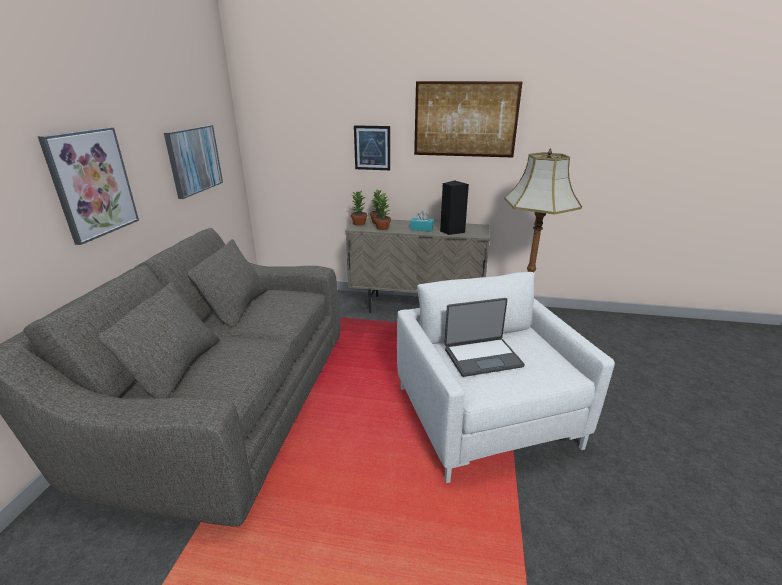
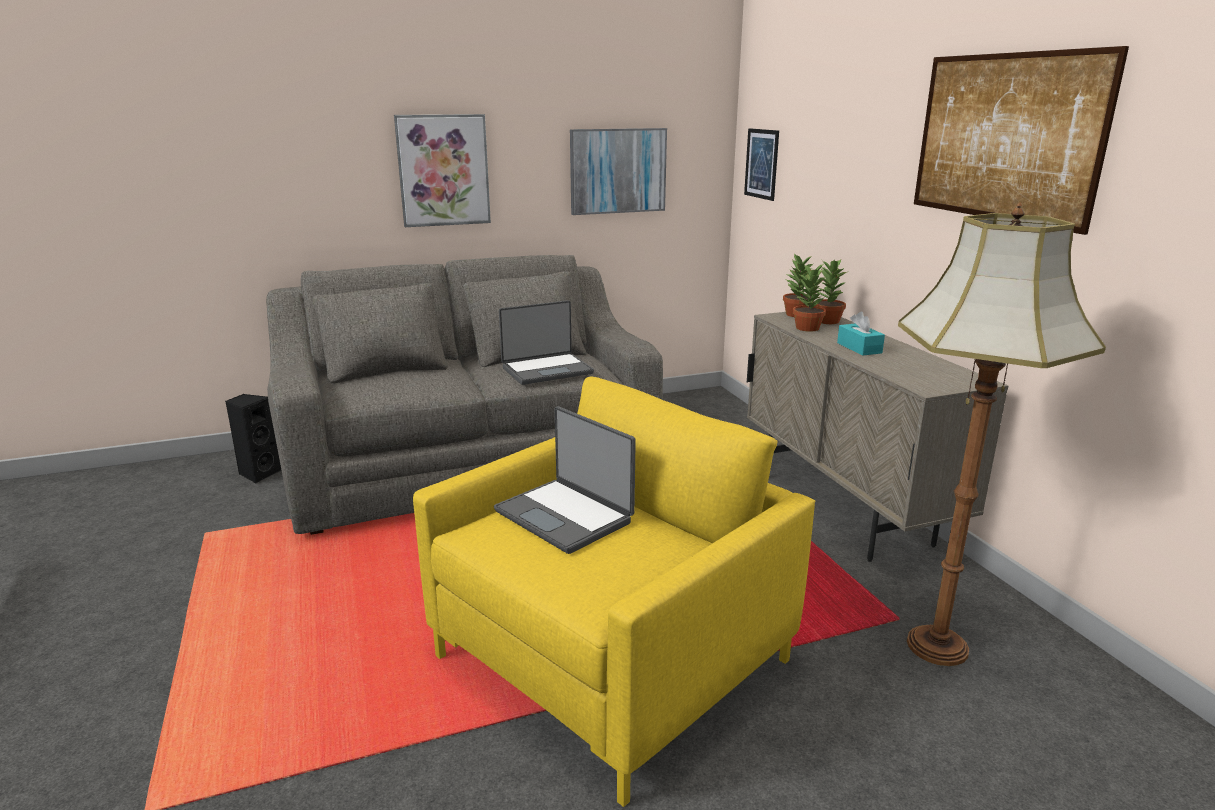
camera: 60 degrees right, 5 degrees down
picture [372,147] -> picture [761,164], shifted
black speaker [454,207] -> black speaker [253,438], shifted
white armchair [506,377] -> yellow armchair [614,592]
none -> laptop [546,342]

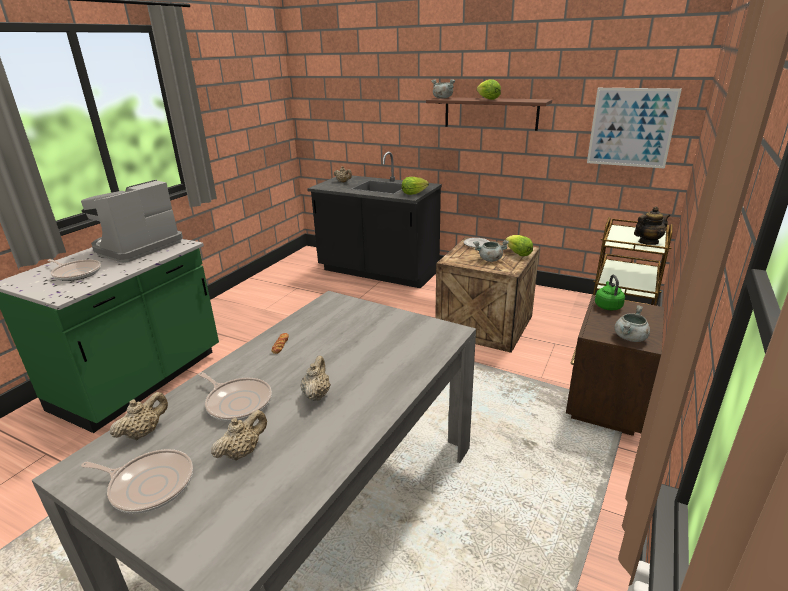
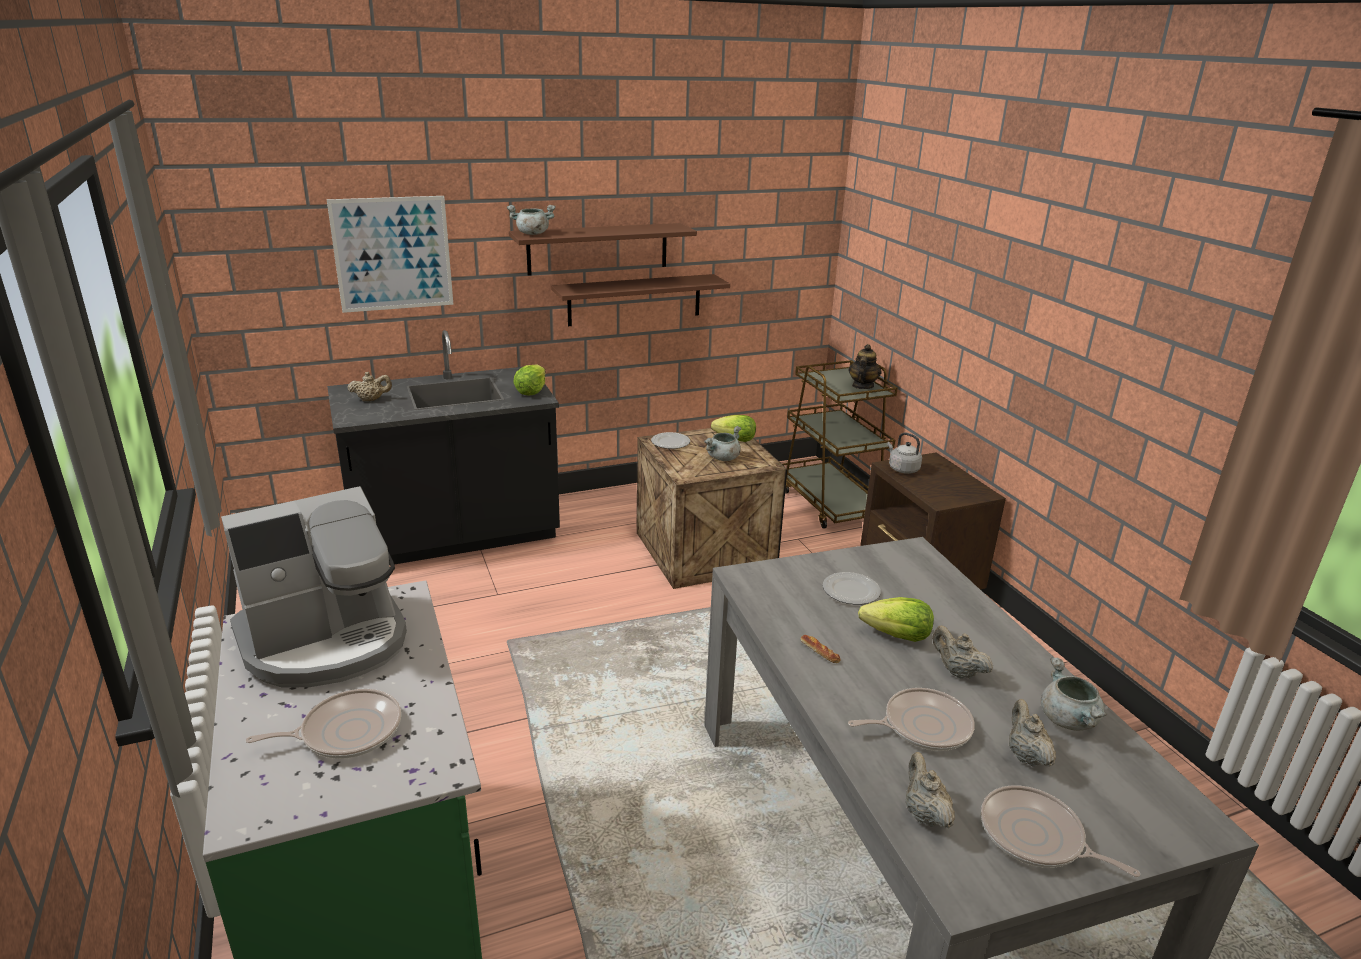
camera: 50 degrees left, 0 degrees up
lettuce [489,89] -> lettuce [896,619], shifted
picture [634,128] -> picture [390,254], shifted
coffee machine [132,221] -> coffee machine [314,587], 105 degrees counterclockwise
green kettle [610,292] -> grey kettle [904,453]
grey cooking pot [632,323] -> grey cooking pot [1074,694], shifted
frying pan [137,481] -> frying pan [1060,831], 105 degrees counterclockwise
none -> brown shelf [640,300]
none -> plate [852,588]

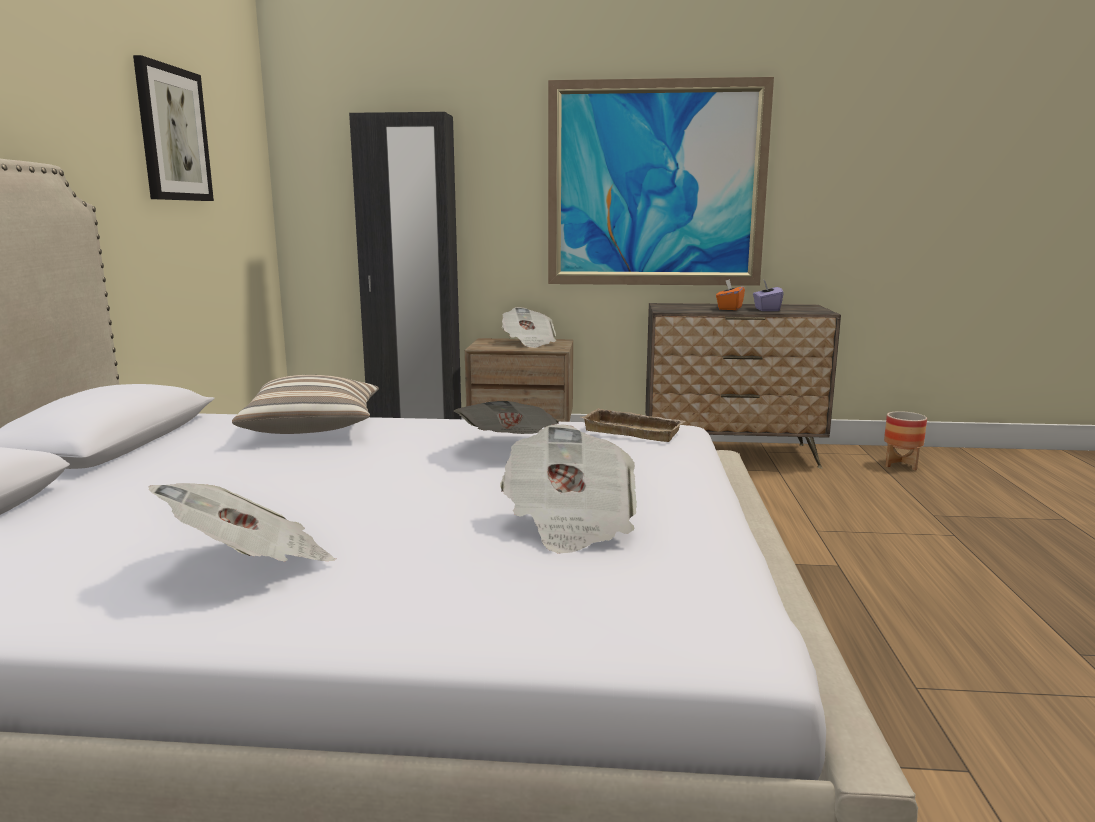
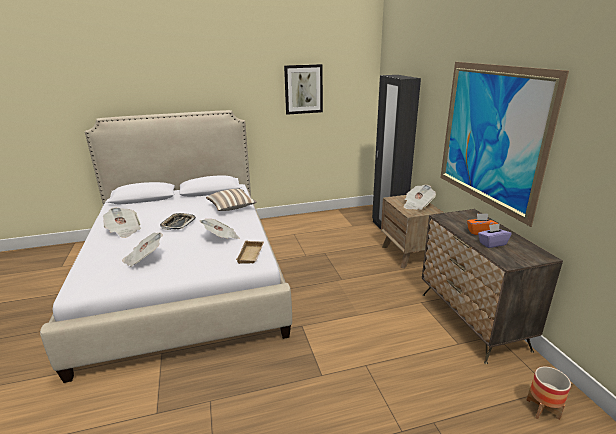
camera: 70 degrees right, 10 degrees up
none -> tray [178,221]

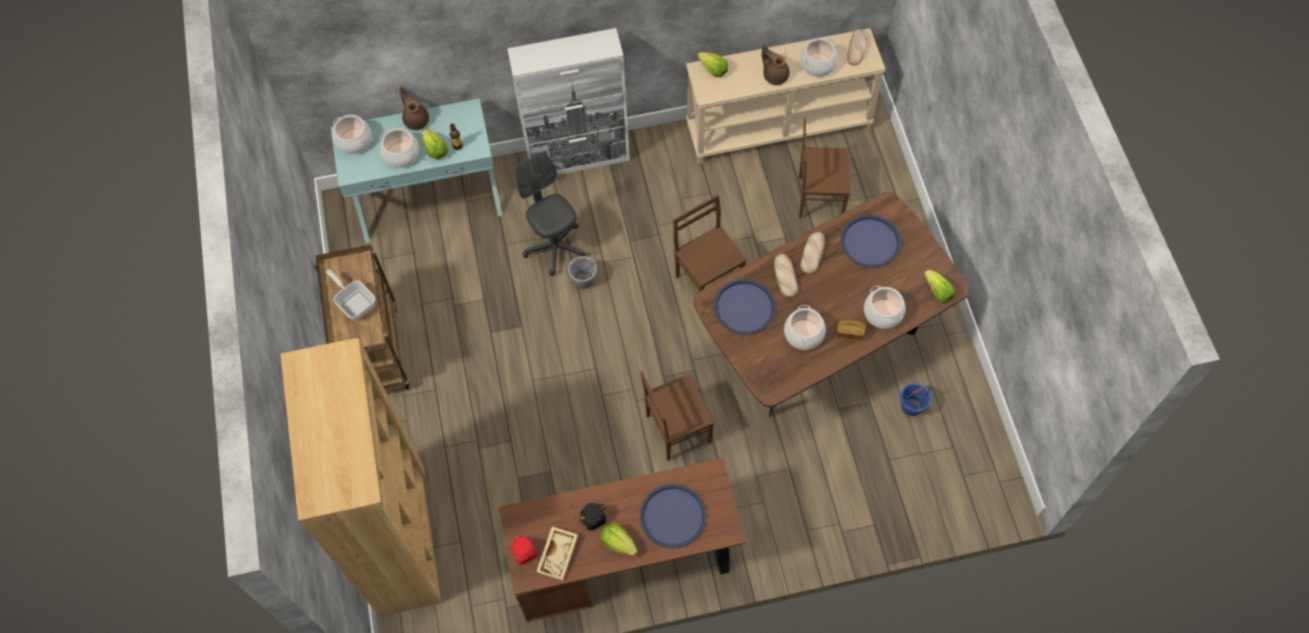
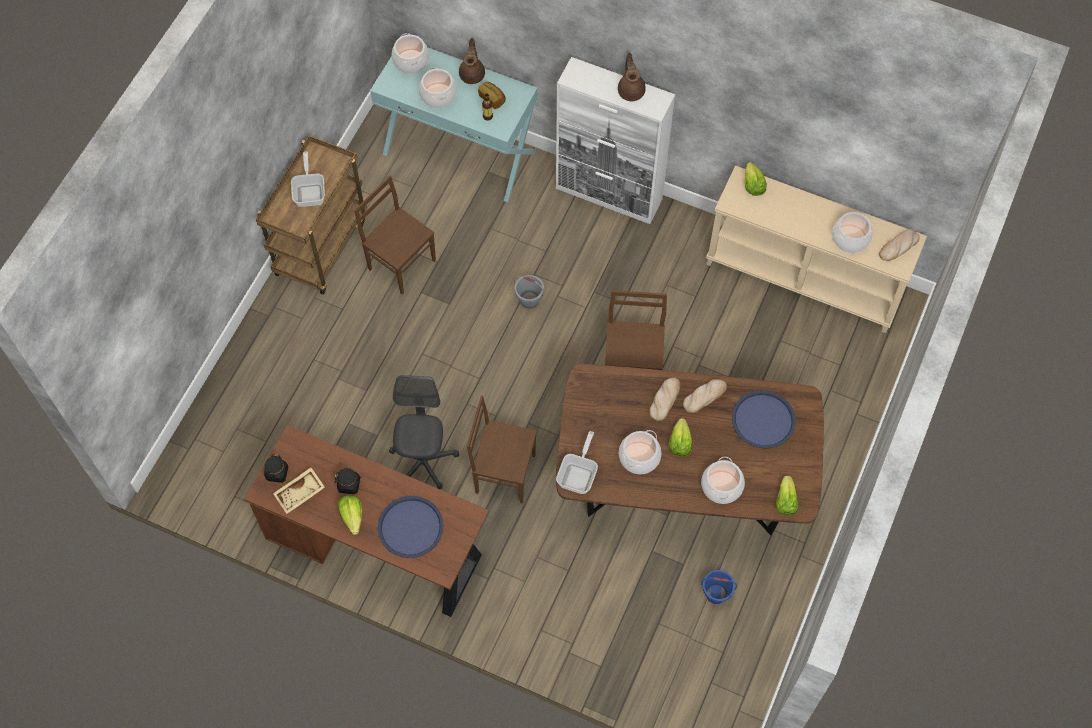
camera: 35 degrees right, 0 degrees up
brown teapot [776,64] -> brown teapot [632,76], shifted
brown chair [824,168] -> brown chair [395,235], shifted
lettuce [435,144] -> lettuce [680,437], shifted
grey office chair [550,214] -> grey office chair [424,432], shifted
blue tray [745,306] -> none
bread [851,329] -> bread [492,95], shifted
brown bookcase [361,477] -> none
red jar [524,550] -> black jar [276,468]
none -> frying pan [577,462]

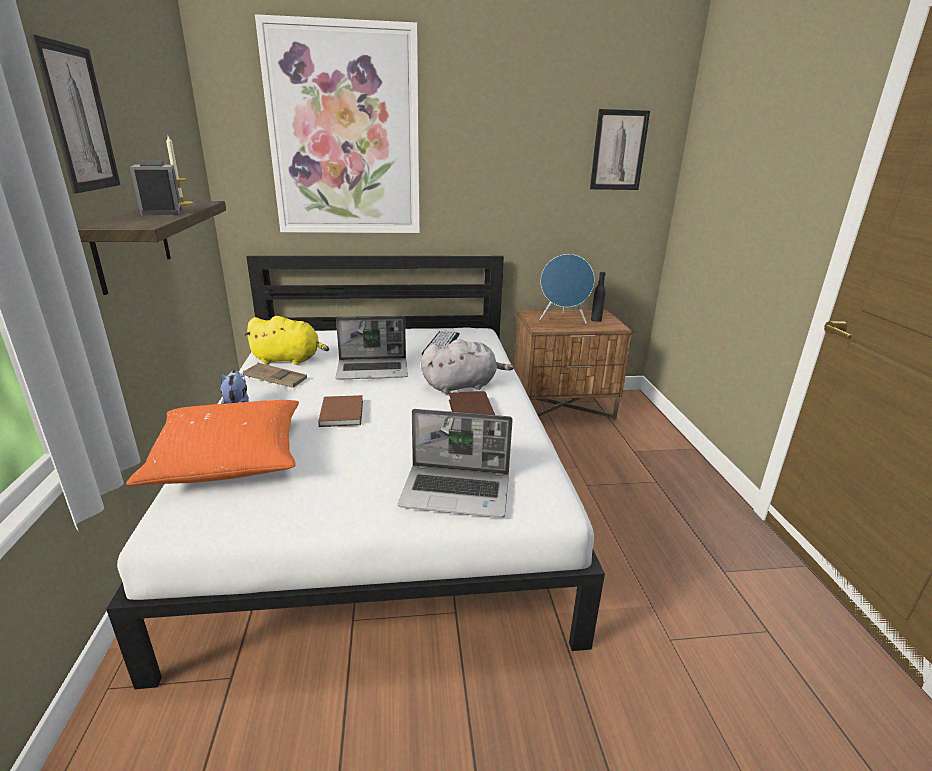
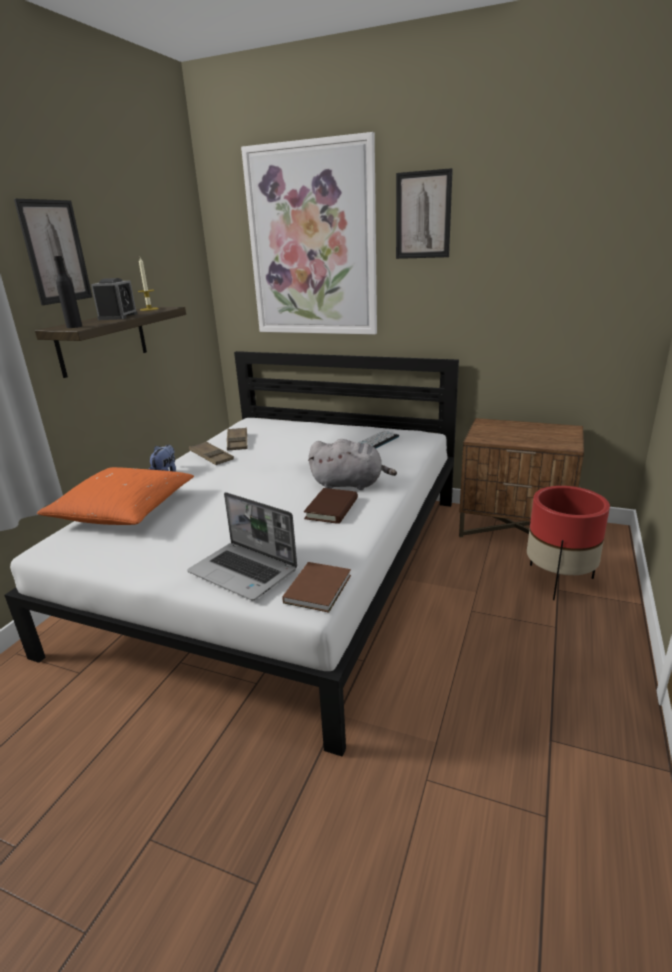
camera: 30 degrees right, 0 degrees up
picture [620,149] -> picture [424,213], shifted
blue speaker [566,289] -> none
black bottle [598,297] -> black bottle [68,292], shifted
yellow plush toy [286,340] -> brown tray [237,439]
laptop [372,347] -> none
brown book [340,411] -> brown book [316,587], shifted
none -> red planter [568,543]

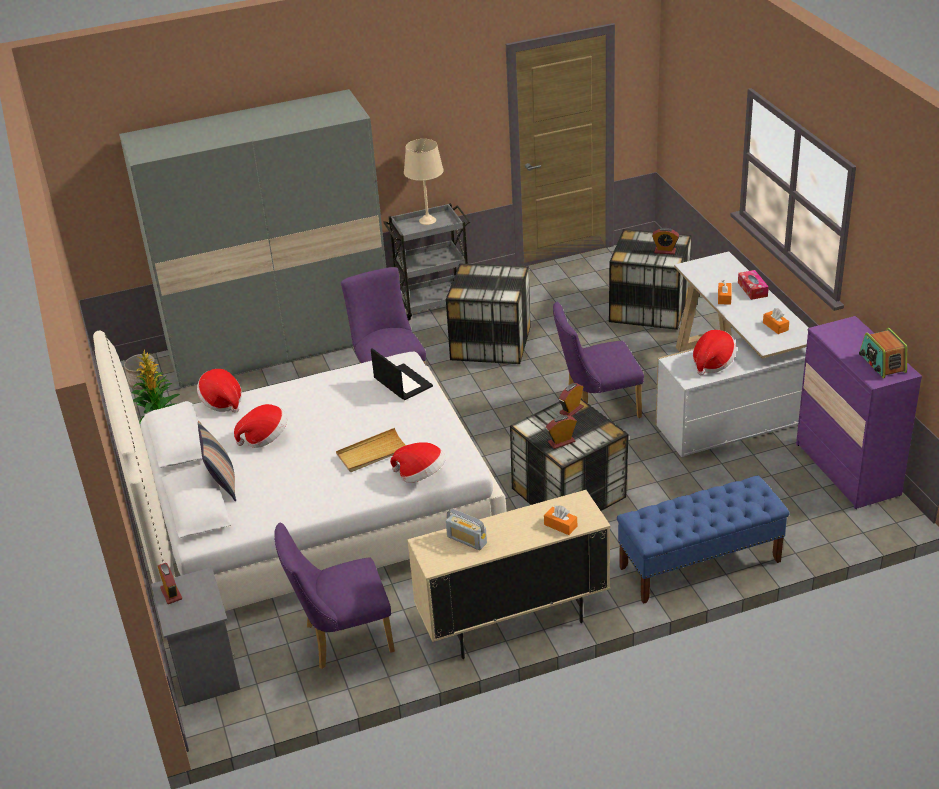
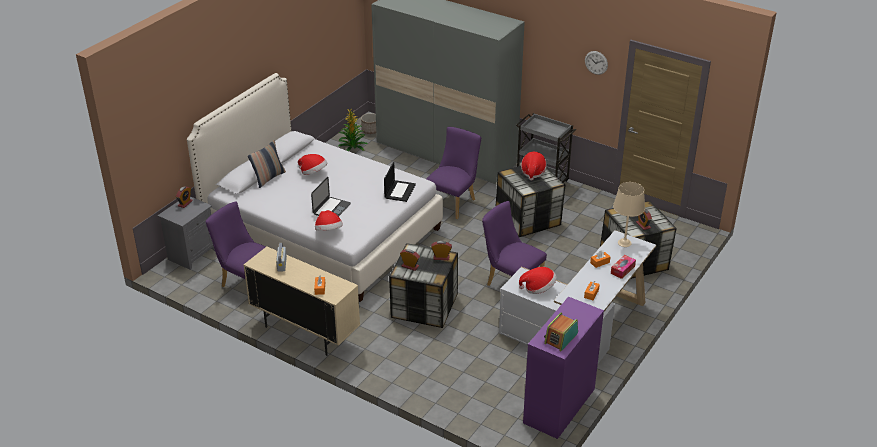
camera: 50 degrees right, 0 degrees up
beige table lamp [424,182] -> beige table lamp [629,214], shifted
hat [219,391] -> hat [534,166], shifted
beige tray [371,450] -> laptop [331,197]
blue bench [703,539] -> none
none -> wall clock [596,63]

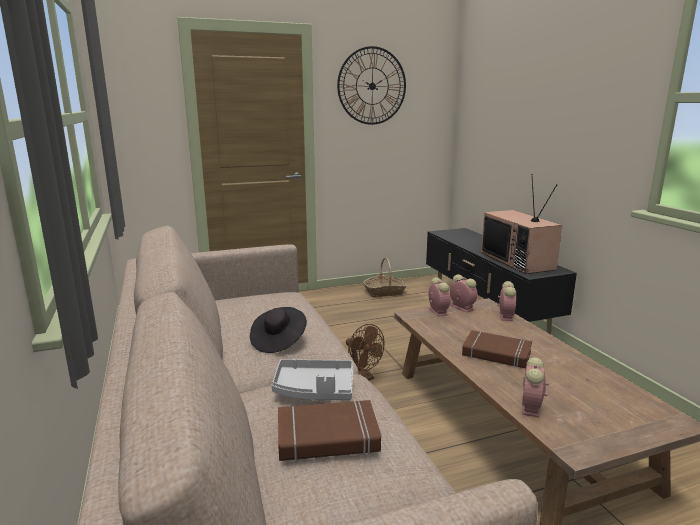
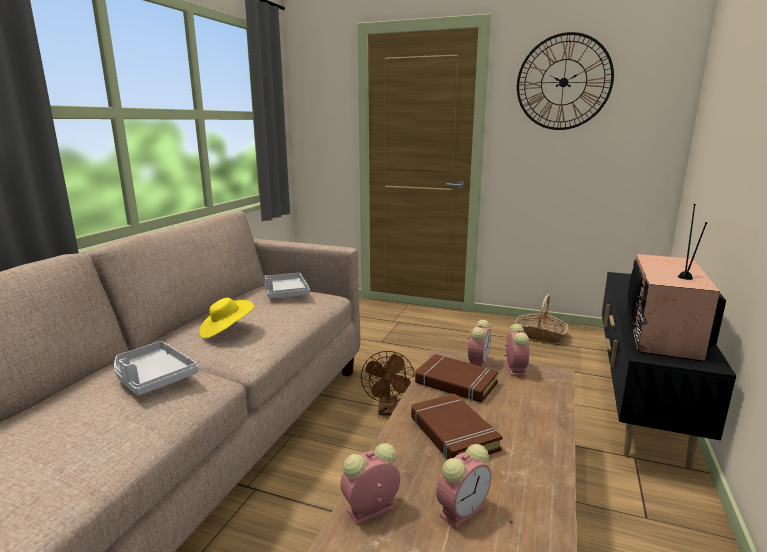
camera: 40 degrees right, 0 degrees up
alarm clock [506,301] -> alarm clock [463,486], shifted
black hat [278,330] -> yellow hat [226,318]
brown book [329,431] -> brown book [457,378], shifted
none -> grey tray [287,286]

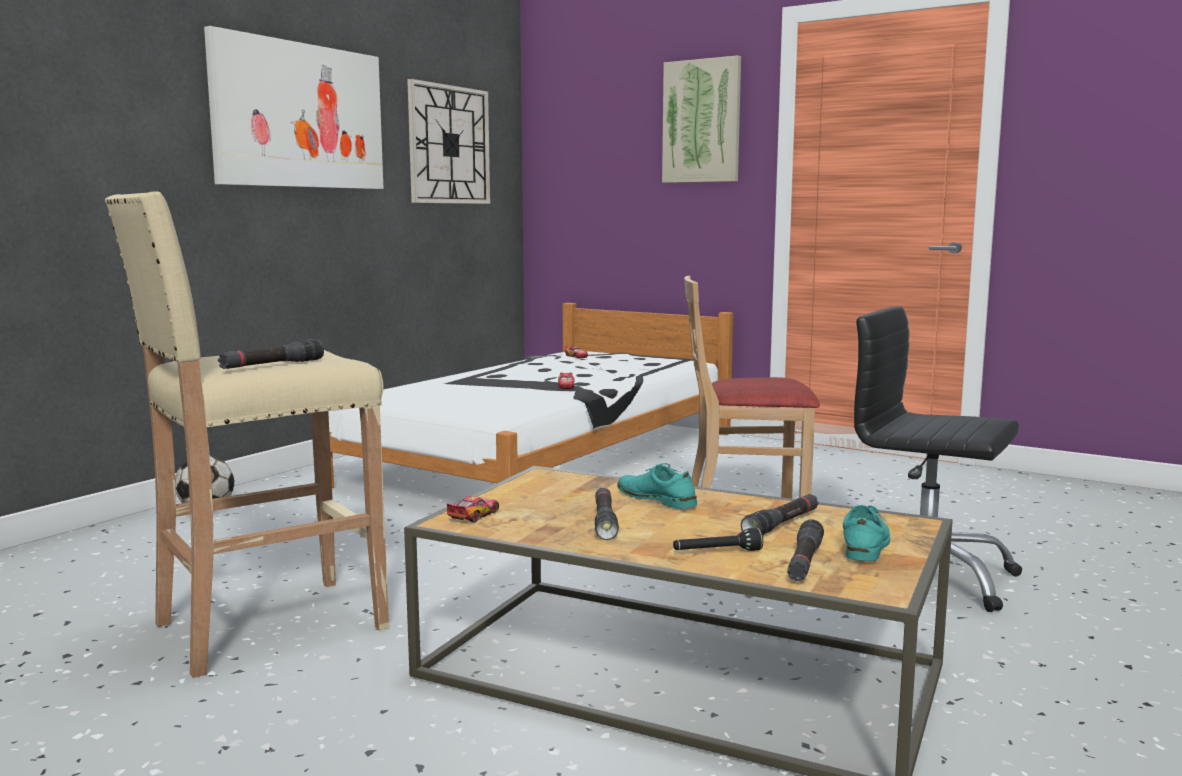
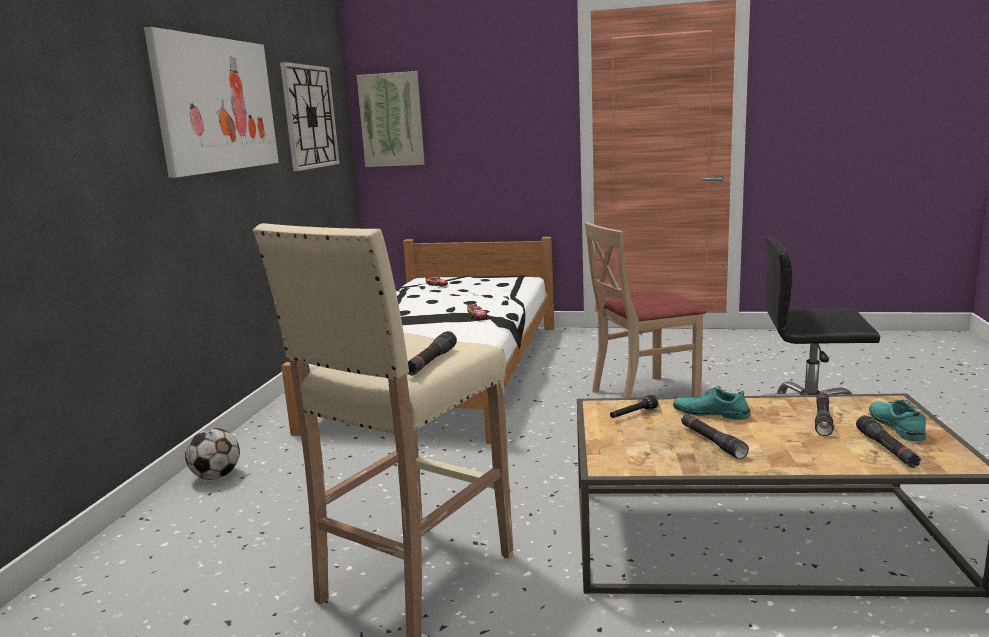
camera: 20 degrees left, 5 degrees up
picture [701,119] -> picture [391,119], shifted
toy car [473,509] -> none
black flashlight [718,539] -> black flashlight [634,406], shifted

